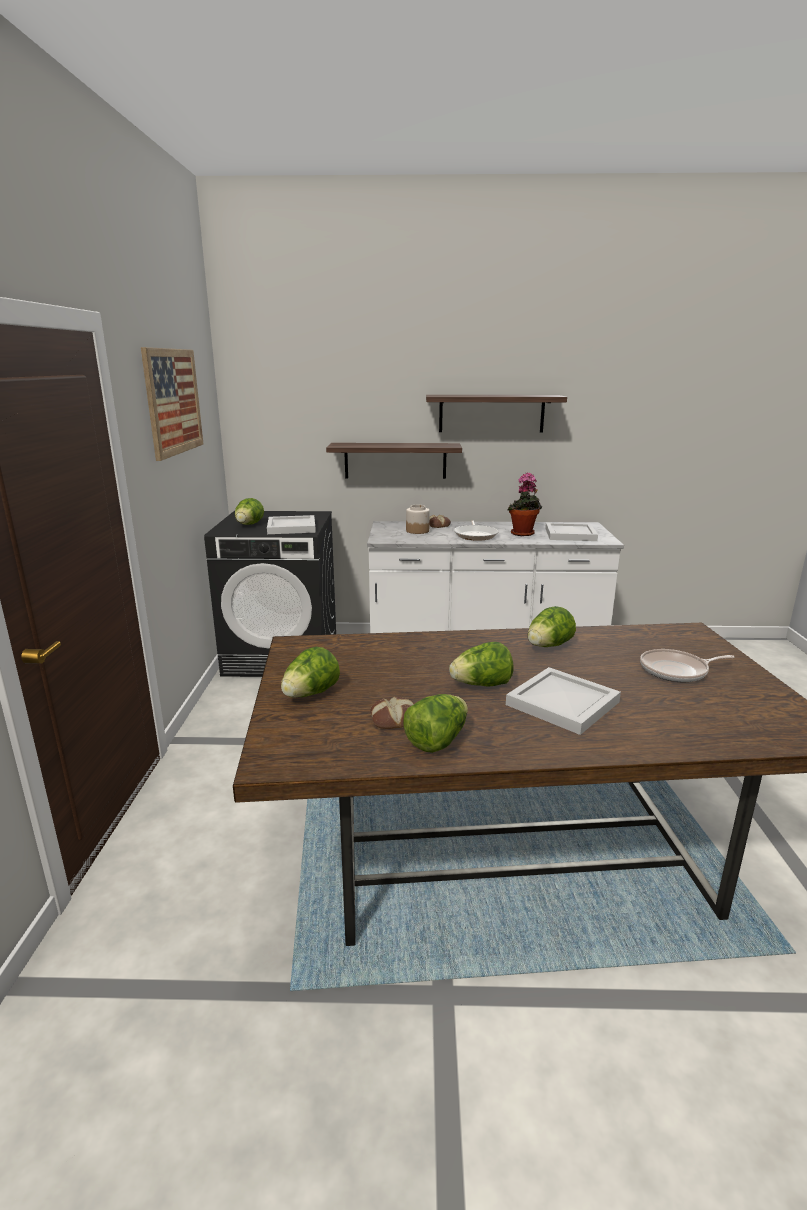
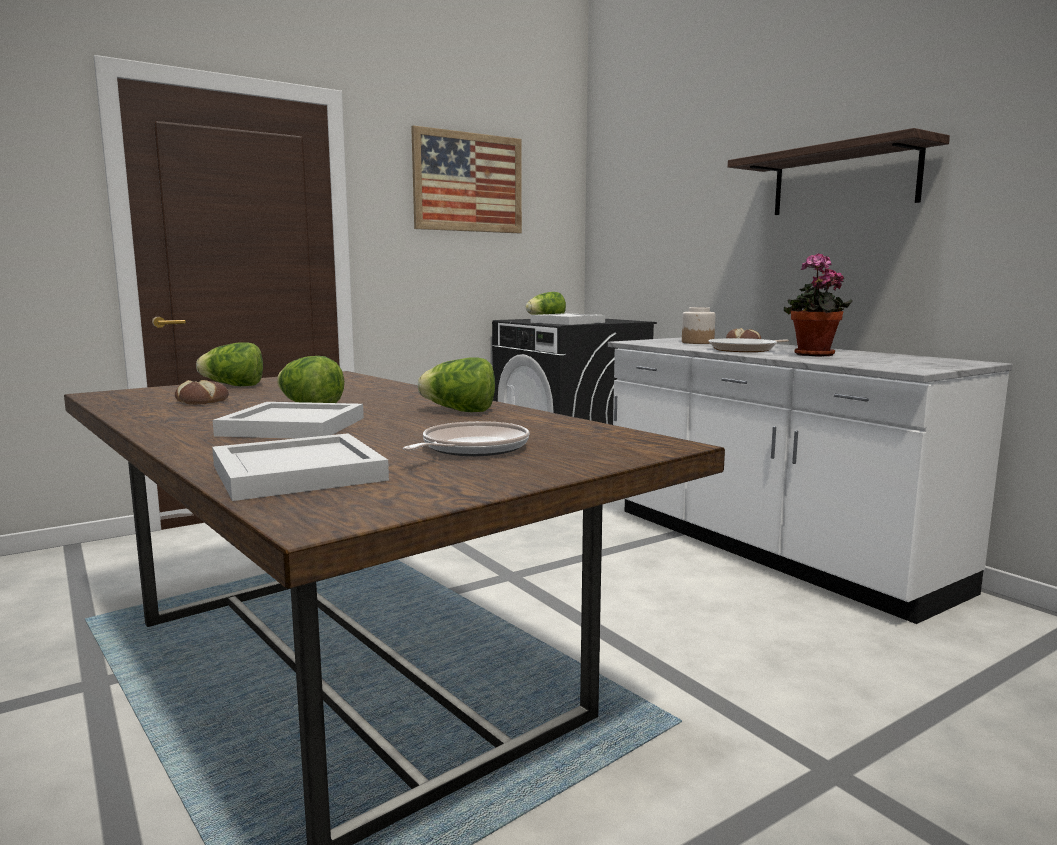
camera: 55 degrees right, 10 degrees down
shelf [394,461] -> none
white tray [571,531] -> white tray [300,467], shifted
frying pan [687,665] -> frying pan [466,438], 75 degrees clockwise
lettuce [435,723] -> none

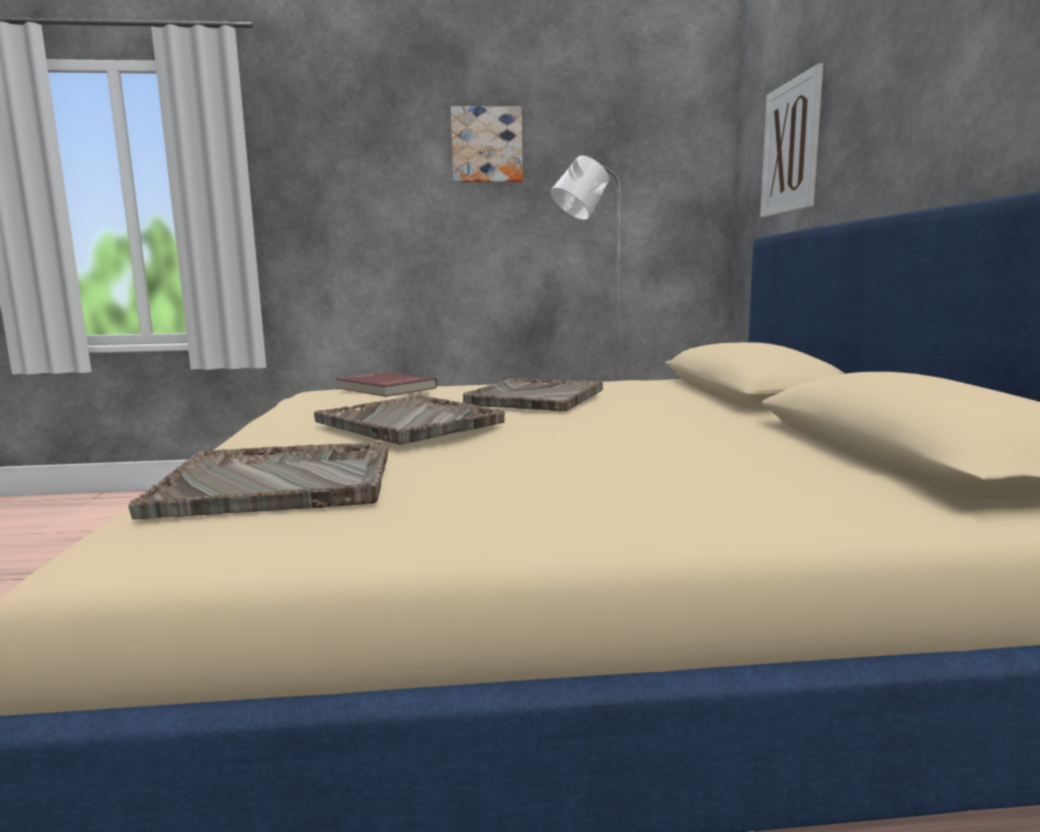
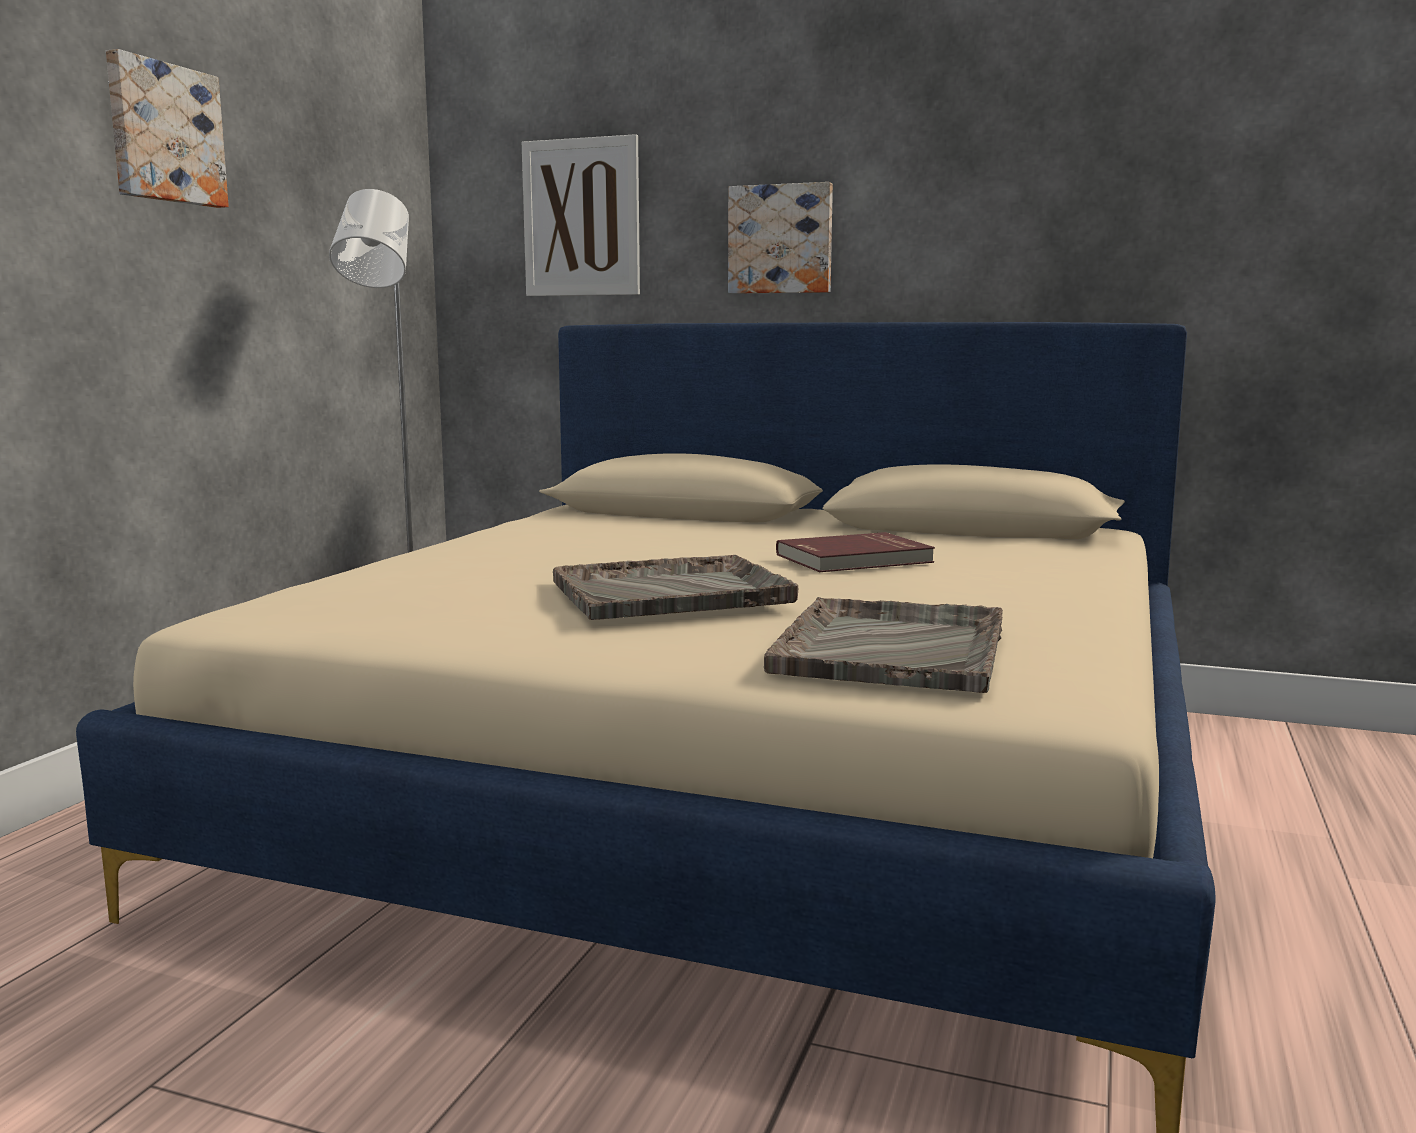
camera: 65 degrees left, 0 degrees up
red book [386,384] -> red book [855,552], shifted
grey tray [533,395] -> none
none -> picture [780,238]

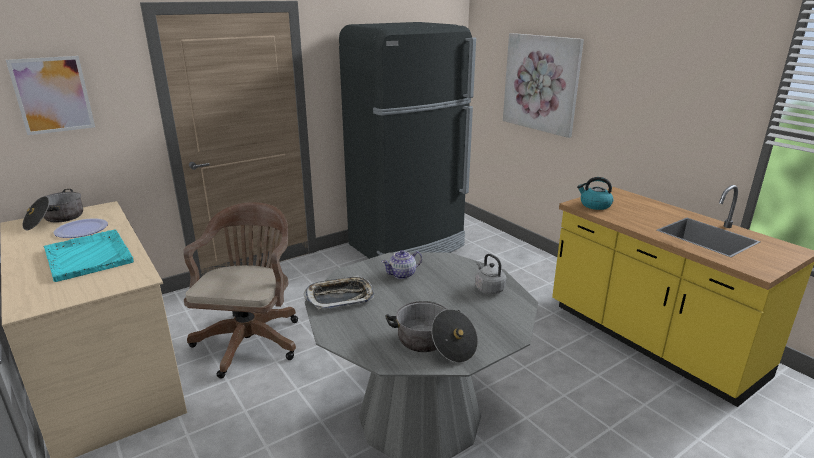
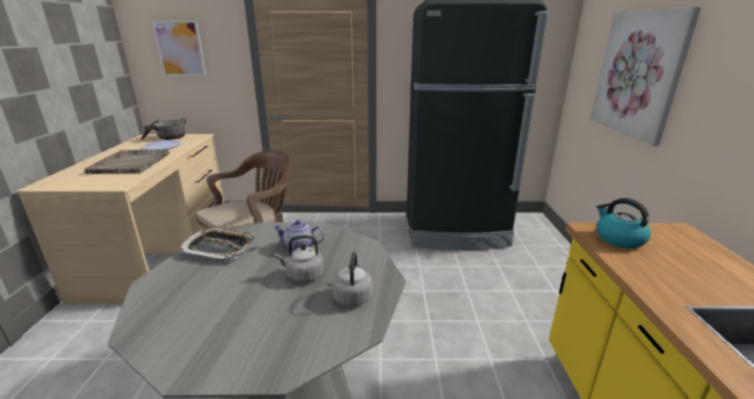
camera: 35 degrees right, 0 degrees up
turquoise tray [89,255] -> grey tray [127,161]
cooking pot [431,332] -> none
none -> grey kettle [299,259]

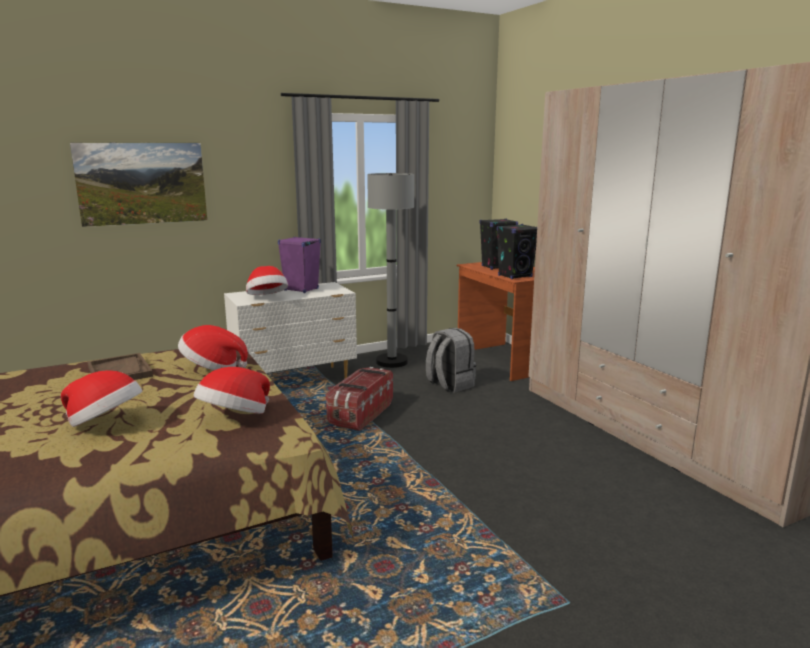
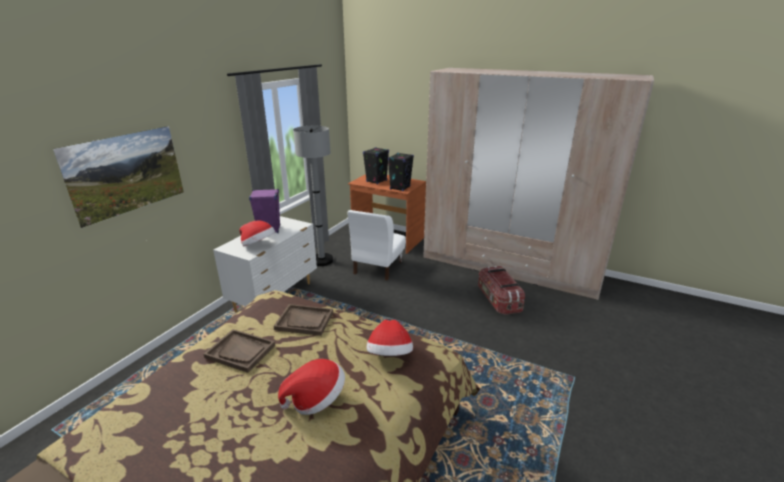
camera: 35 degrees left, 10 degrees up
hat [213,347] -> brown tray [303,320]
grey backpack [451,360] -> white chair [377,245]
storage box [359,399] -> storage box [501,290], shifted

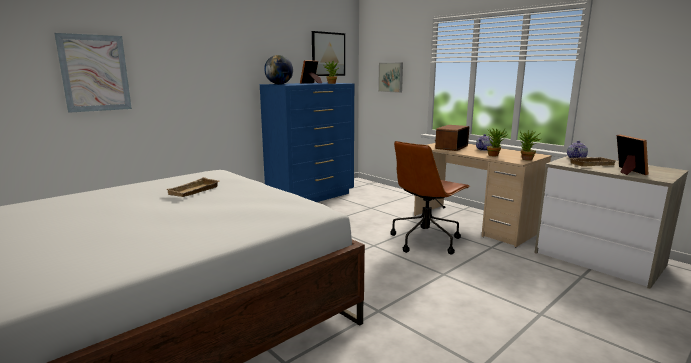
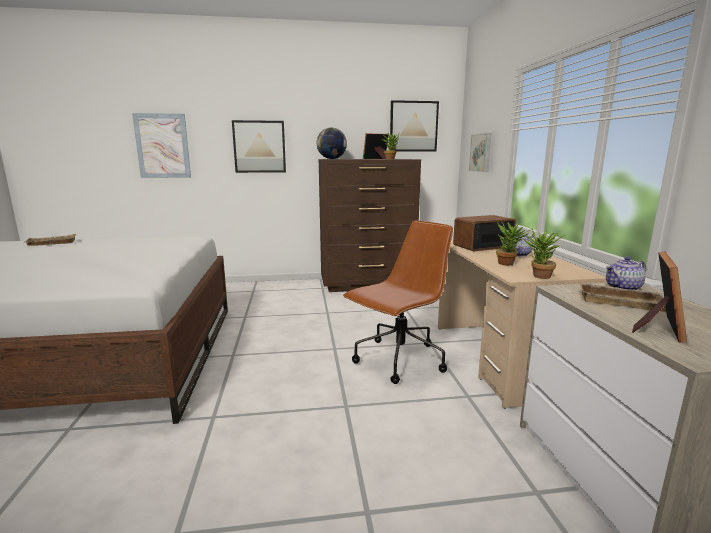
camera: 35 degrees right, 0 degrees up
blue dresser [307,142] -> brown dresser [370,225]
brown office chair [430,197] -> brown office chair [398,302], 150 degrees clockwise
beige tray [193,187] -> beige tray [50,240], shifted
none -> picture [259,146]

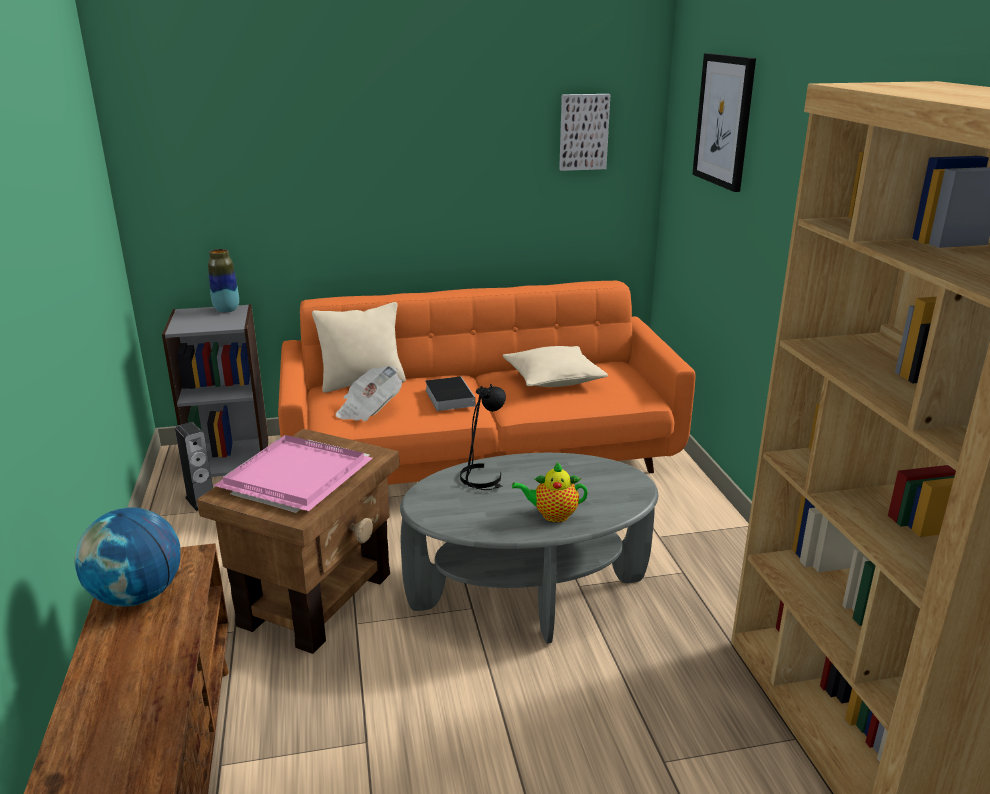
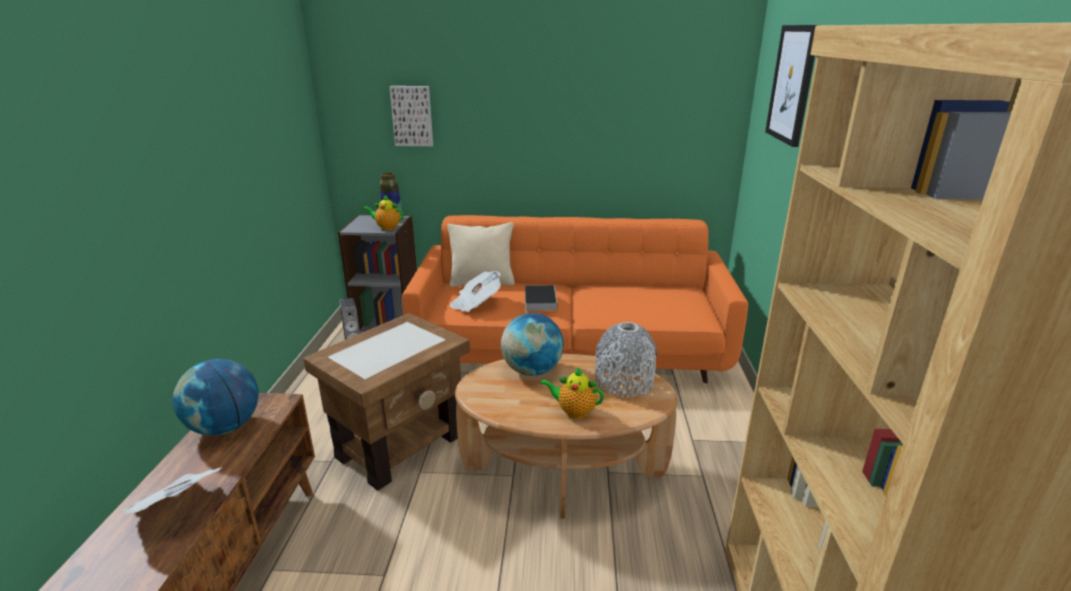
camera: 15 degrees right, 0 degrees up
picture [584,132] -> picture [411,116], shifted
beige pillow [555,366] -> none
black table lamp [483,437] -> globe [532,344]
pink tray [293,473] -> none
grey coffee table [529,548] -> brown coffee table [566,436]
none -> teapot [383,212]
none -> grey vase [626,360]
none -> newspaper [172,490]

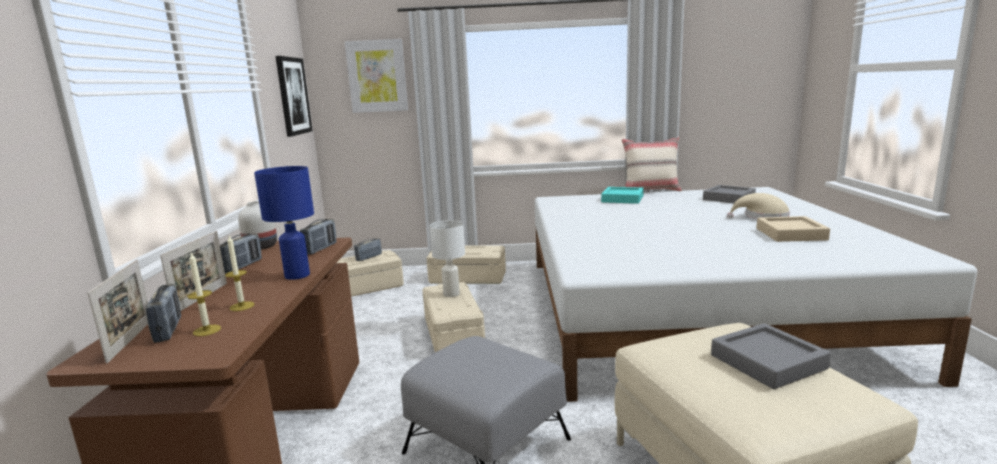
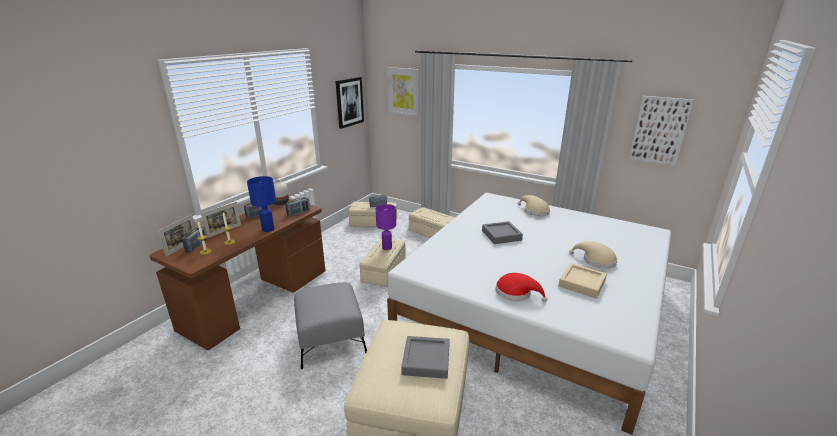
camera: 30 degrees right, 10 degrees up
beige pillow [652,164] -> none
grey tray [729,194] -> grey tray [502,232], shifted
turquoise tray [622,195] -> beige hat [534,205]
white table lamp [447,258] -> purple table lamp [386,227]
none -> picture [662,131]
none -> red hat [521,287]

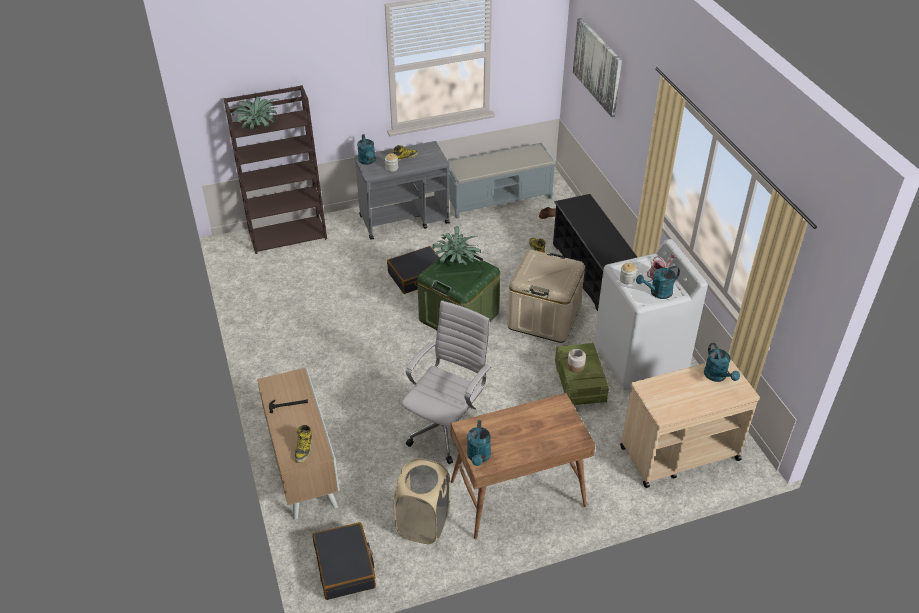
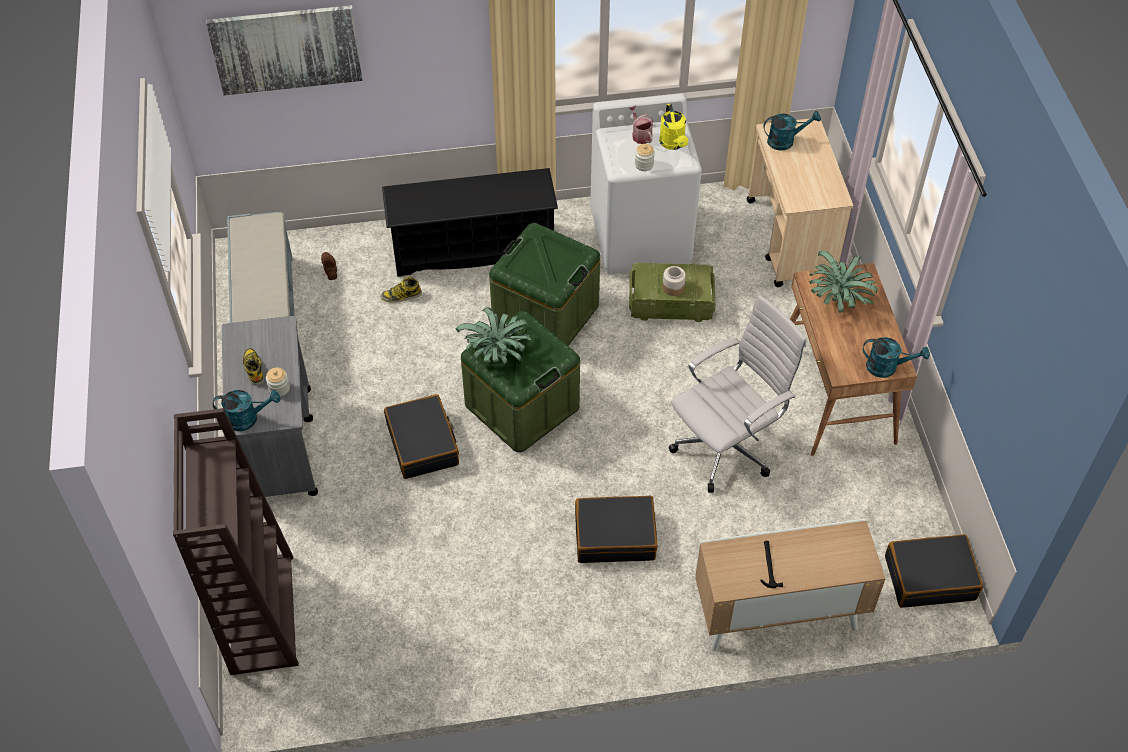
camera: 80 degrees left, 10 degrees up
potted plant [255,112] -> potted plant [843,282], shifted
beige storage box [546,296] -> green storage box [544,284]
turquoise watering can [658,282] -> yellow watering can [673,127]
white office chair [446,382] -> white office chair [738,393], 105 degrees clockwise
boot [303,444] -> none
beige laundry basket [422,501] -> none
none -> black suitcase [616,529]

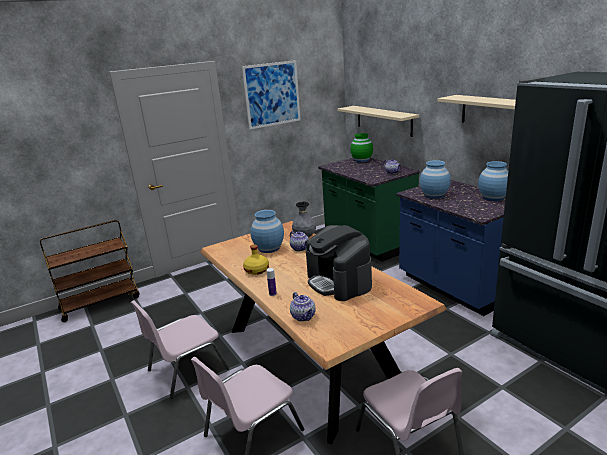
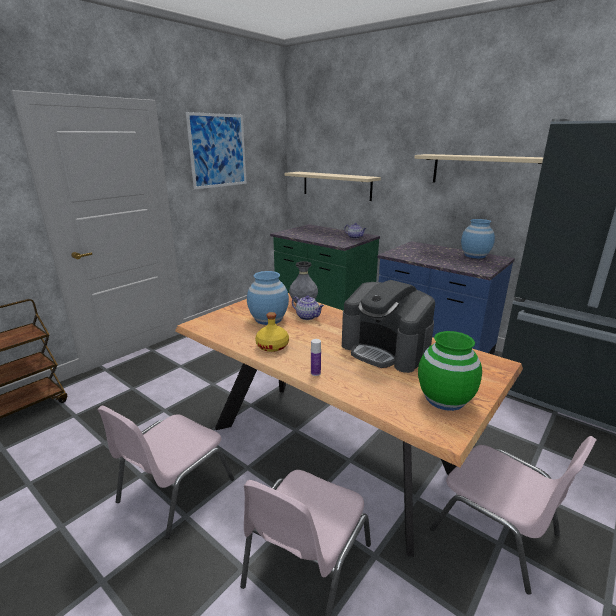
camera: 20 degrees left, 0 degrees up
green vase [361,147] -> green vase [450,371], shifted
blue vase [435,179] -> none
teapot [303,307] -> none

